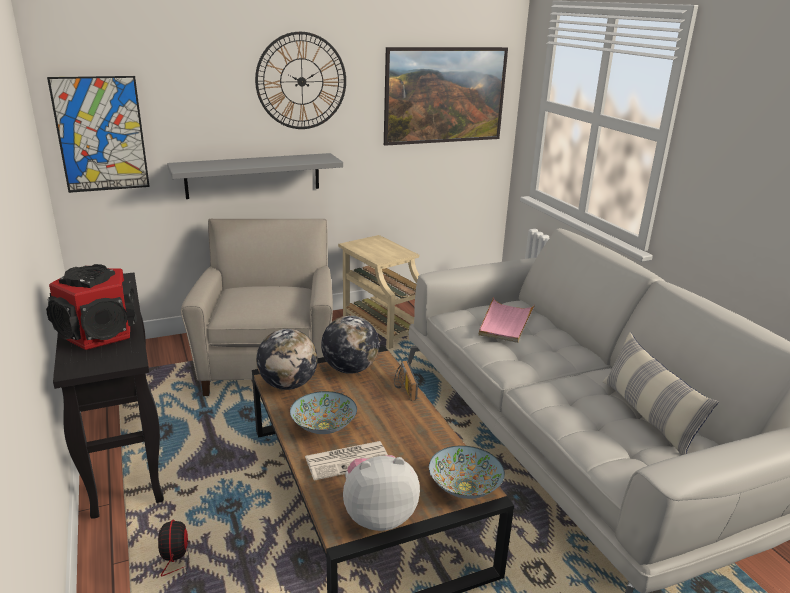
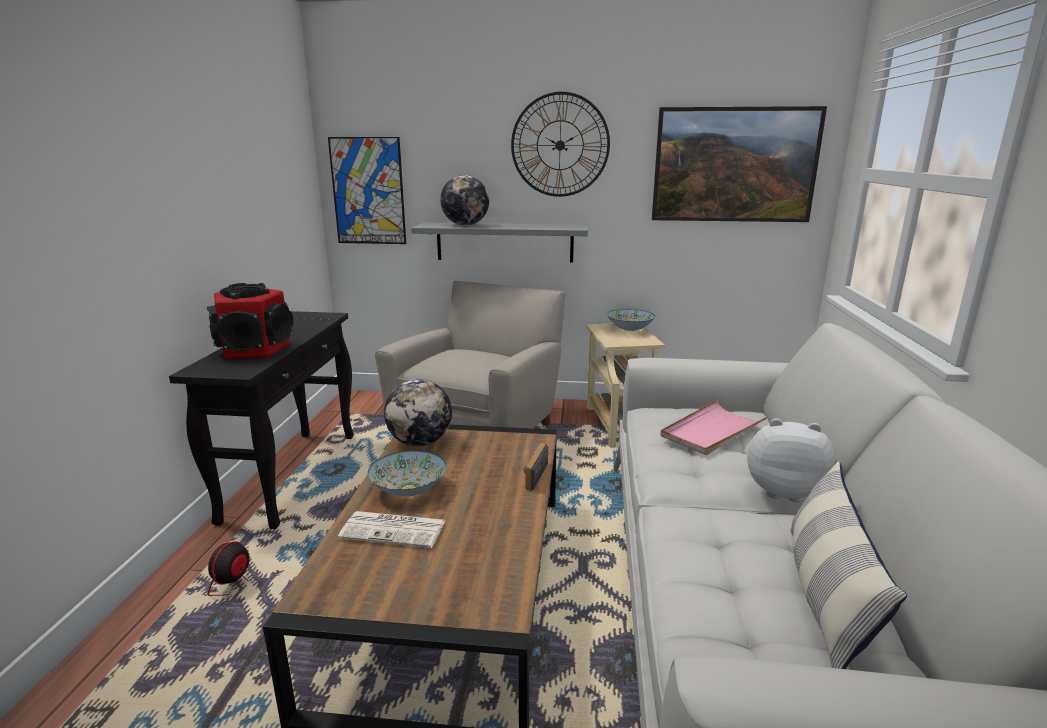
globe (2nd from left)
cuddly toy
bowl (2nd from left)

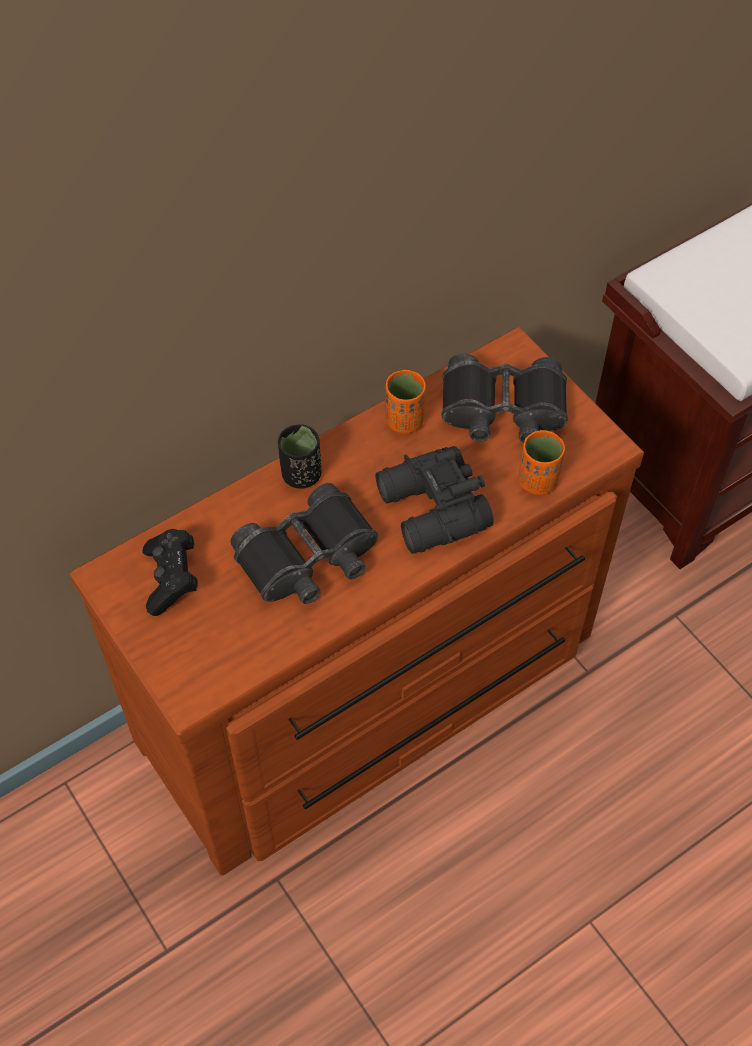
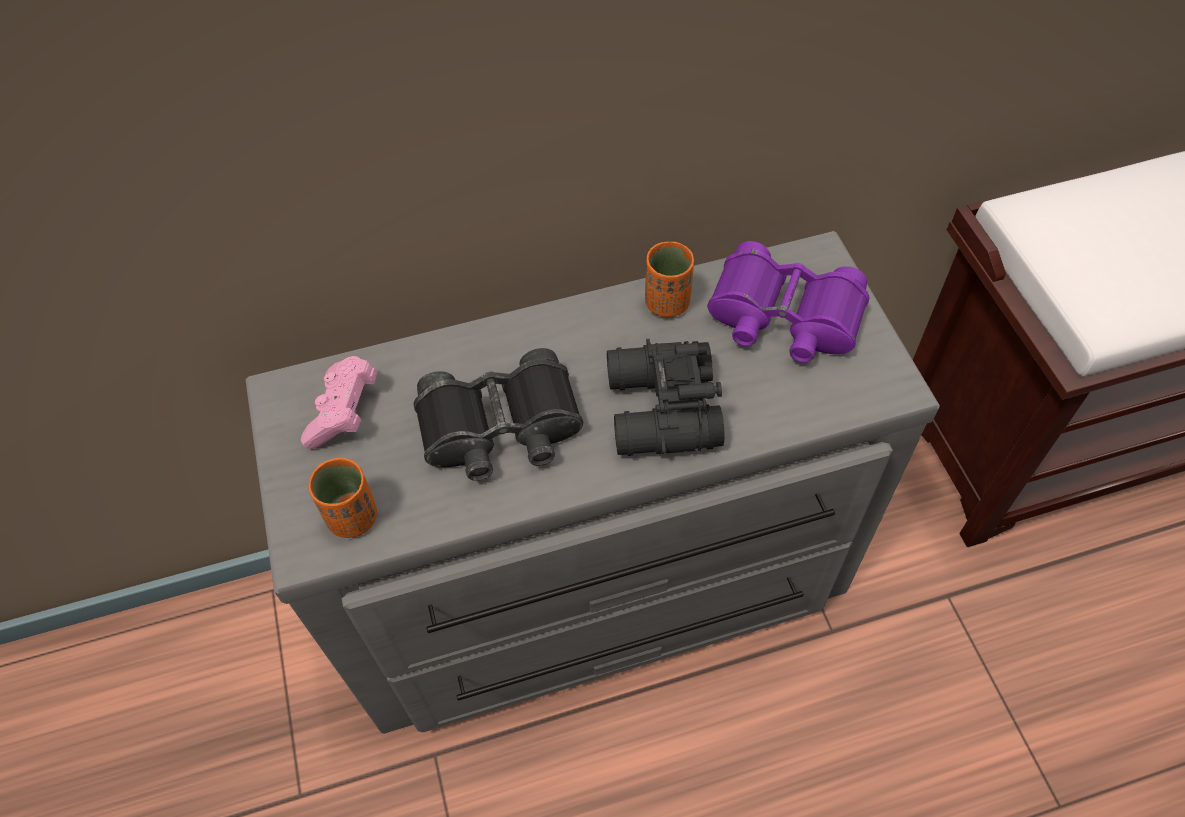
grey dresser
pink game controller
black cup
purple-coloured pair of binoculars
orangey cup (1st from left)

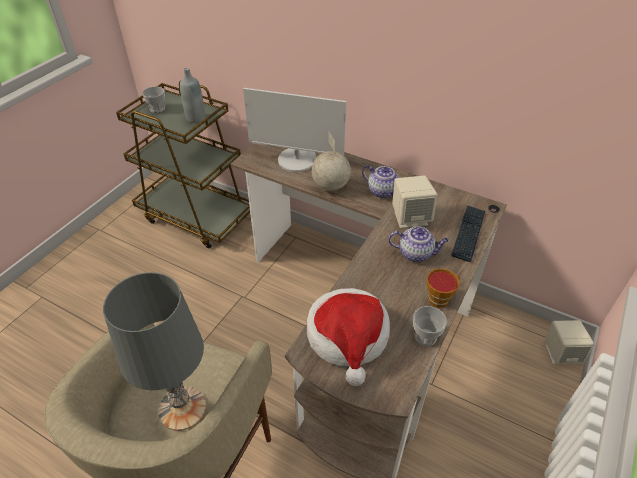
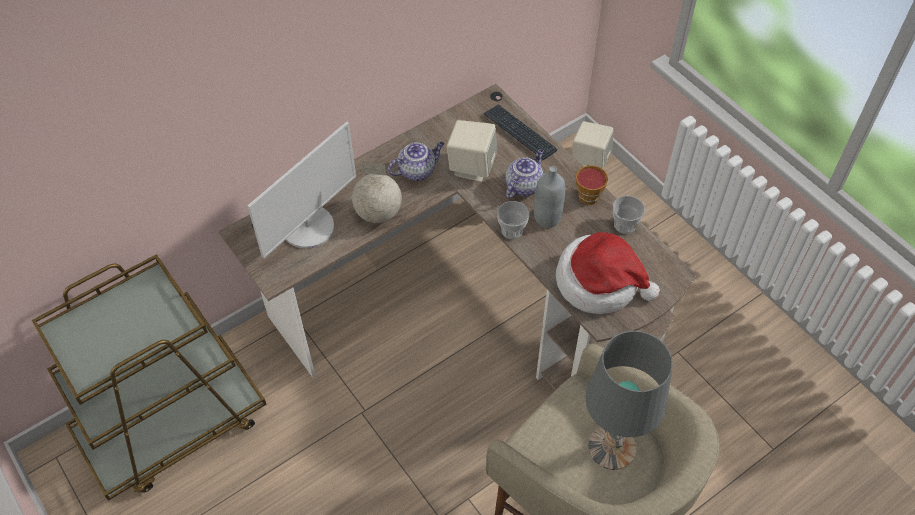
cup (1st from left)
grey beverage bottle

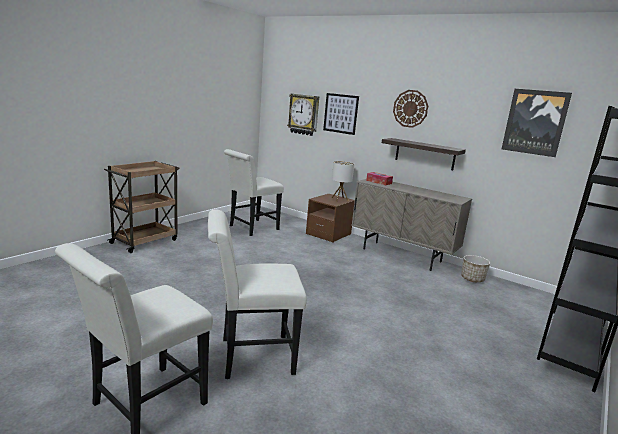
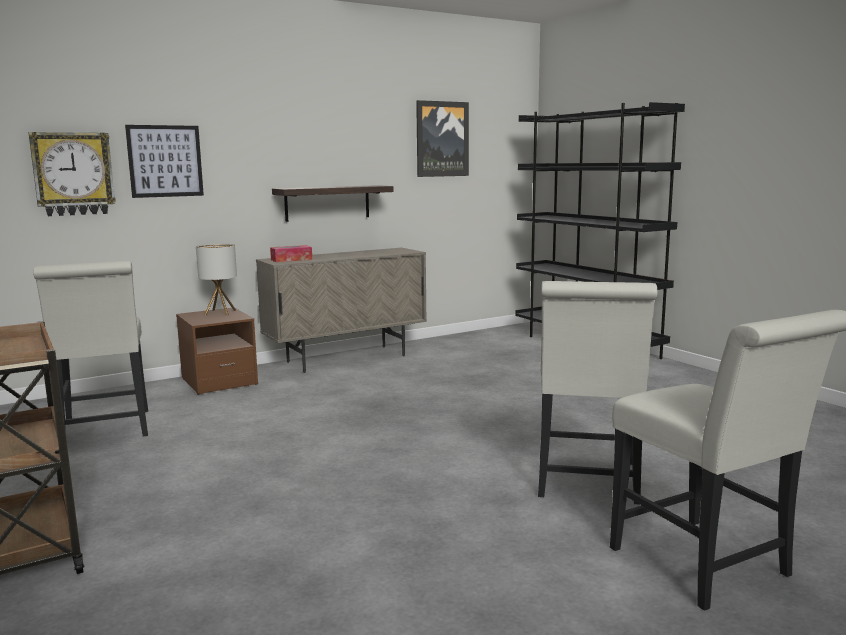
wall clock (2nd from left in the first image)
flower pot

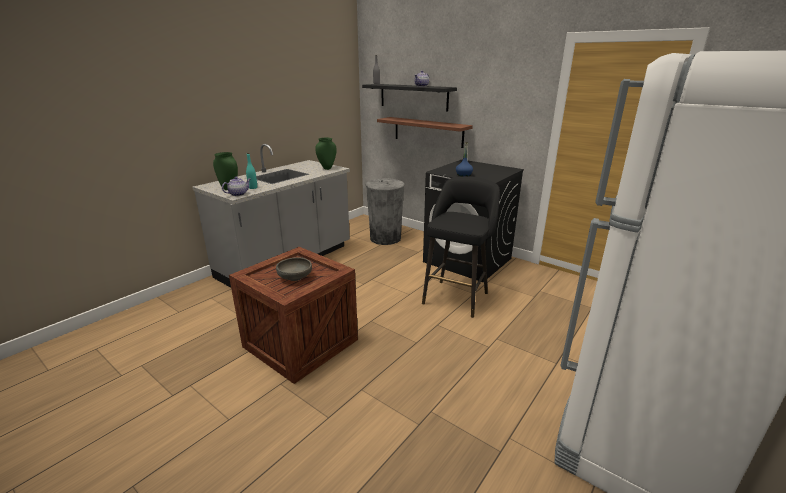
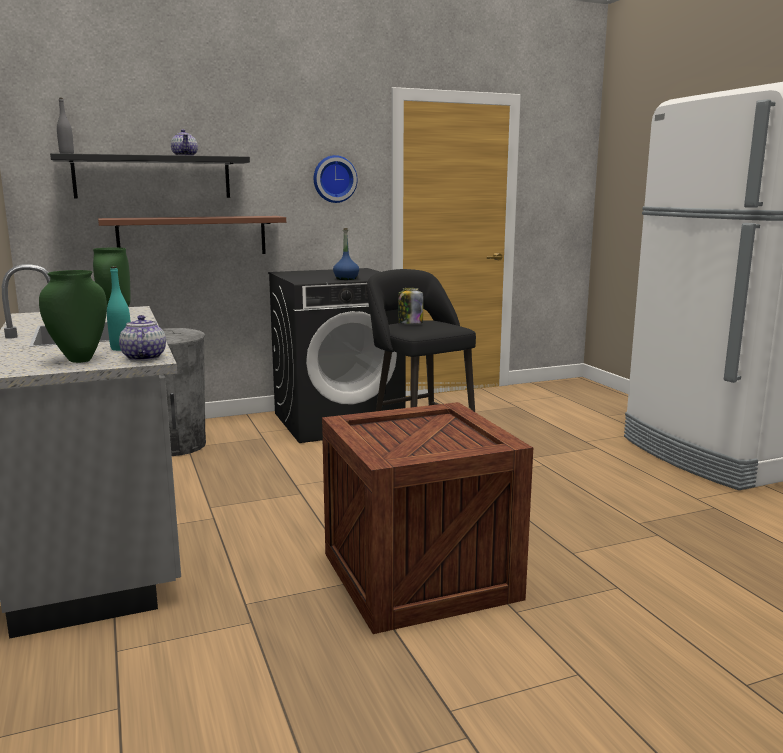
grey bowl
wall clock
storage jar

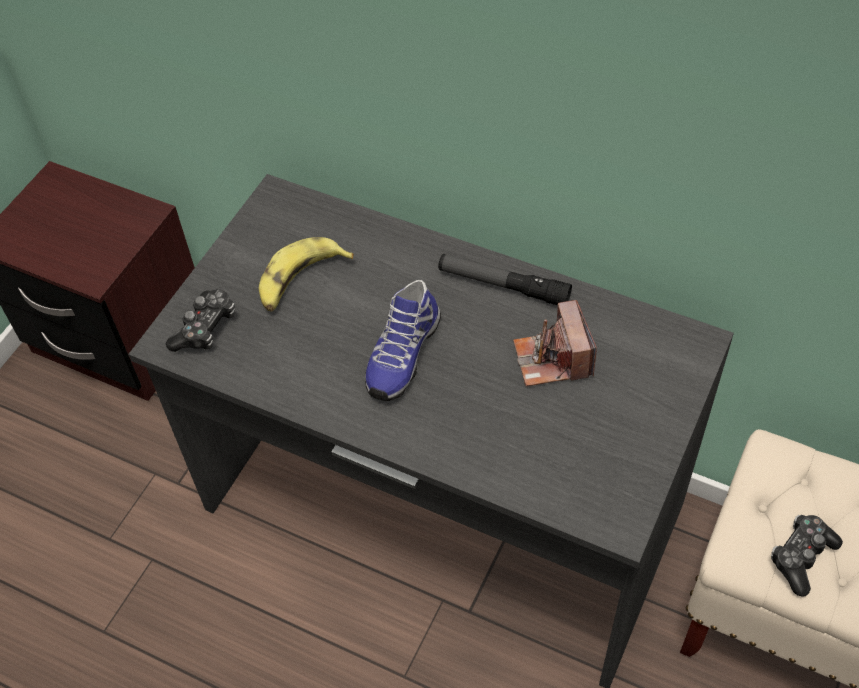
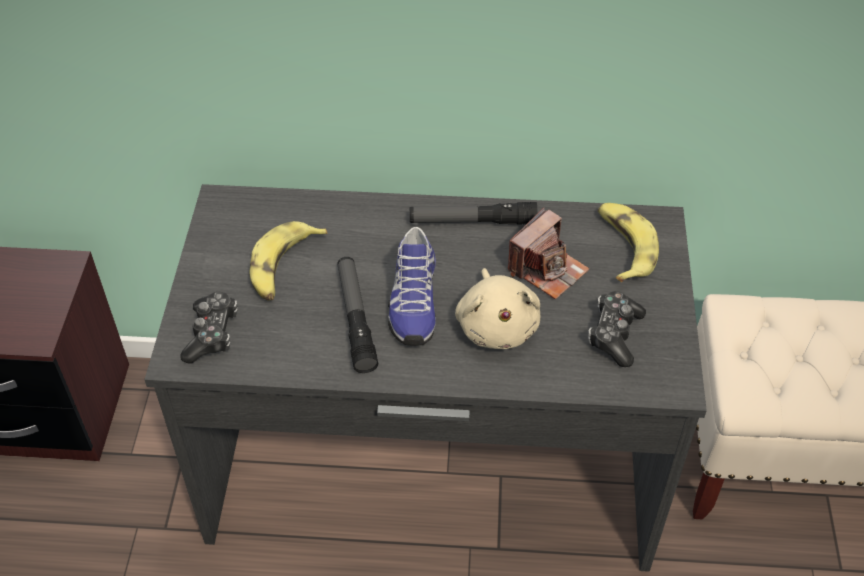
photo camera
game controller (2nd from left)
torch (1st from left)
beige-coloured cuddly toy
banana fruit (2nd from left)

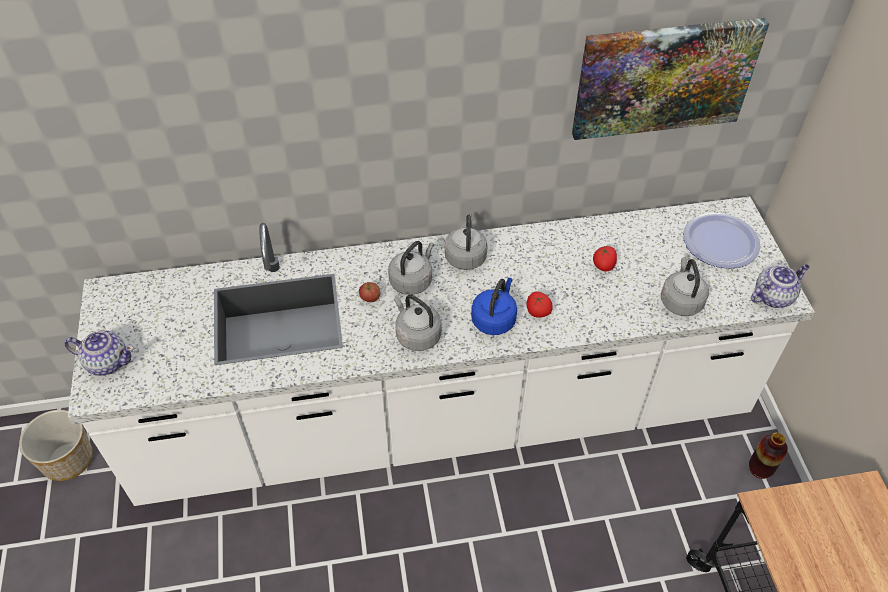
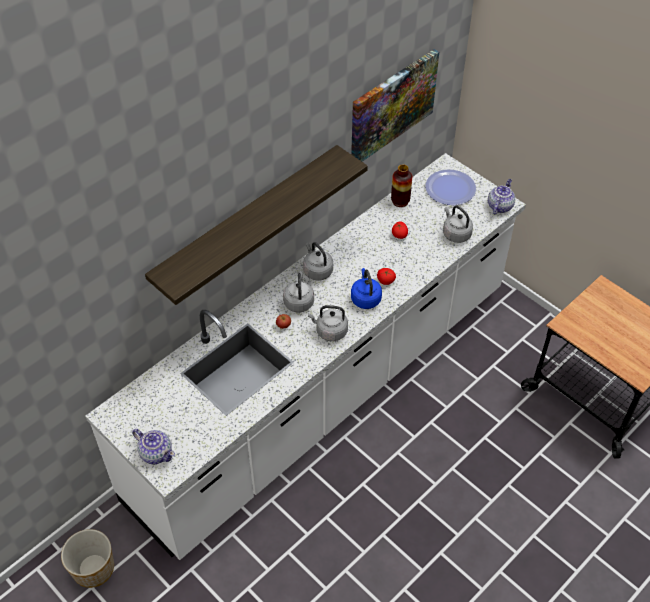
tea pot (1st from left)
vase
bracket shelf

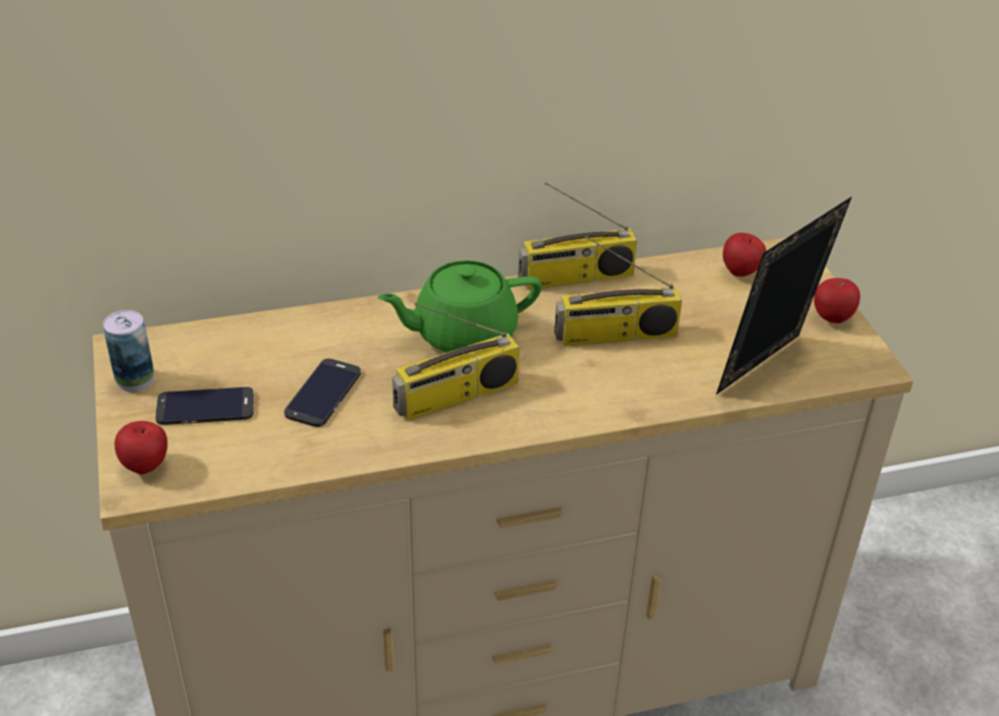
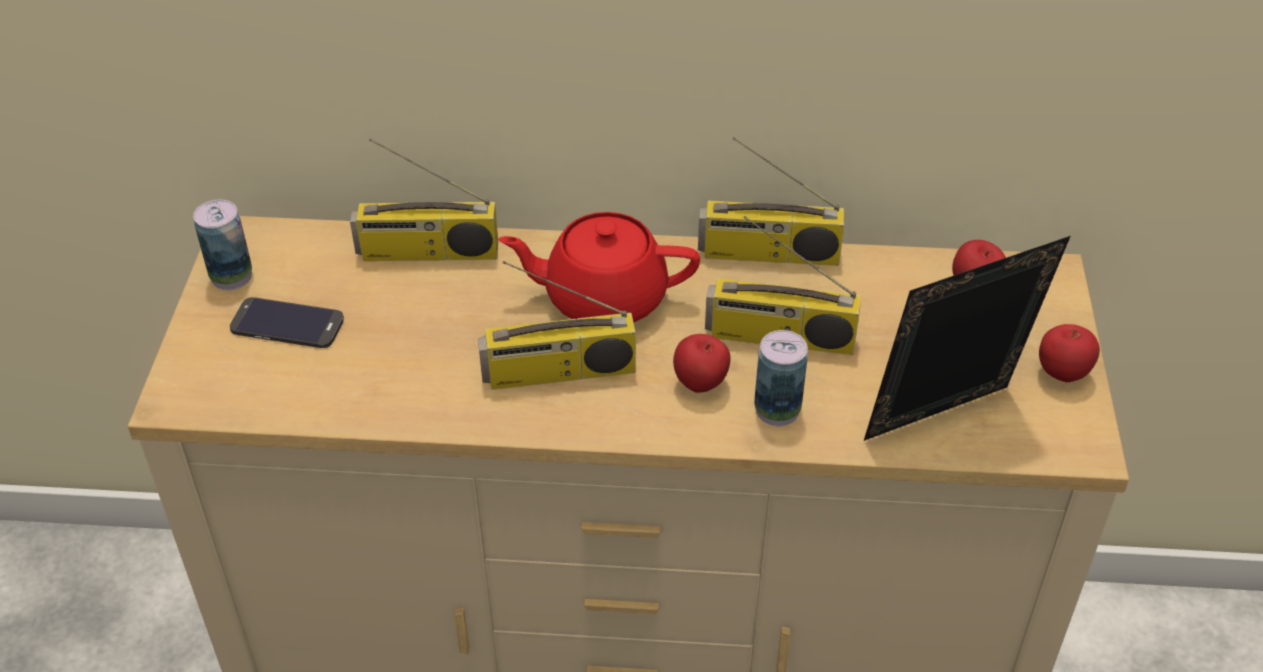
whole apple (1st from left)
handset (2nd from left in the first image)
red-coloured tea pot
radio (1st from left)
can (2nd from left)

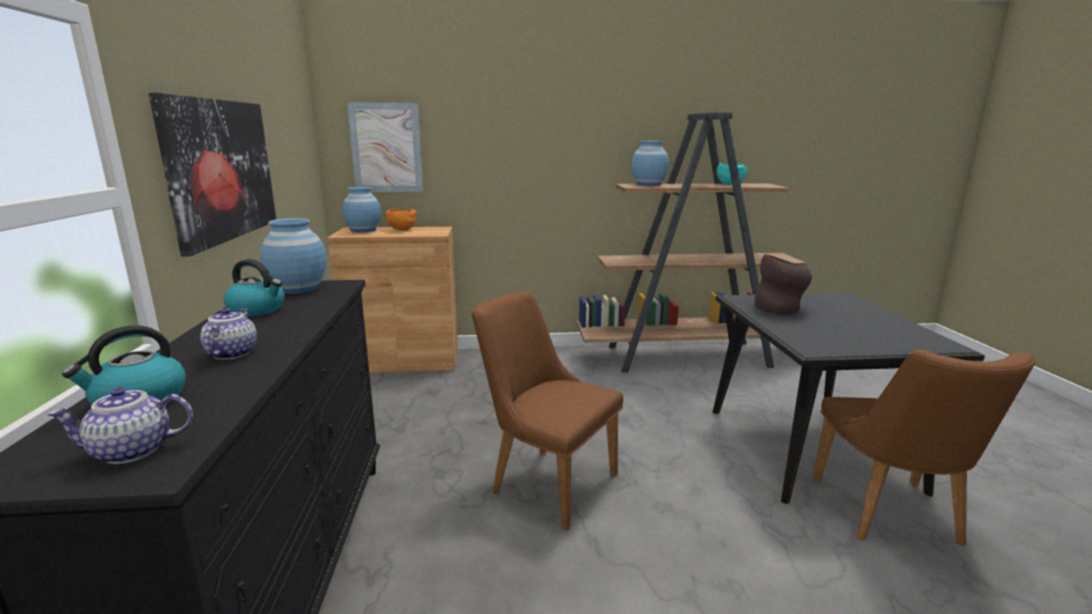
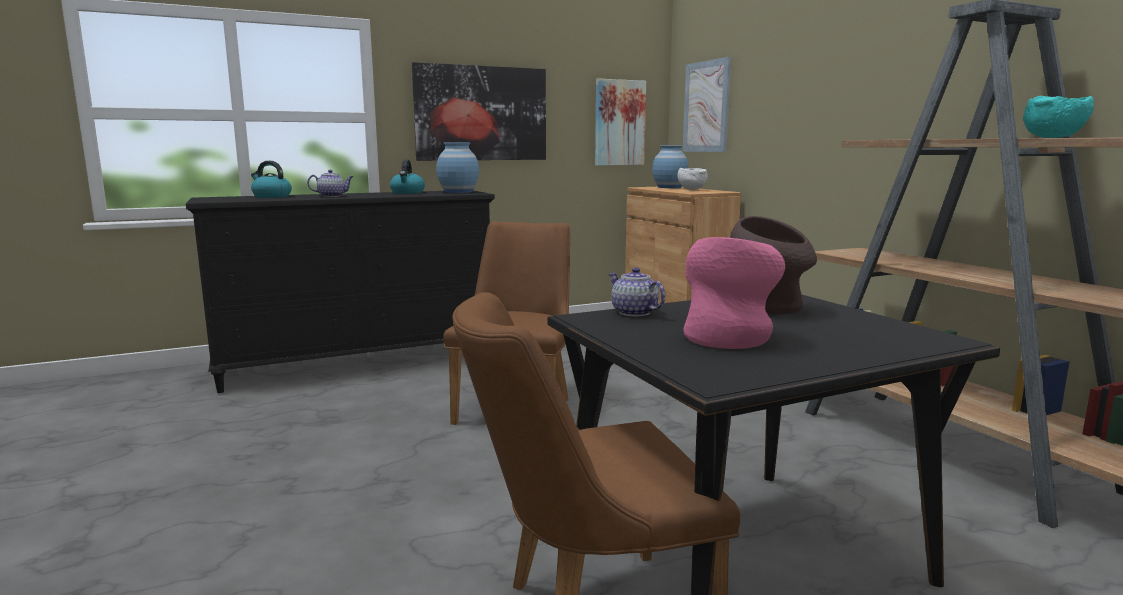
tea pot (2nd from left)
white bowl
blue vase (3rd from left in the first image)
picture (2nd from left)
pink vase

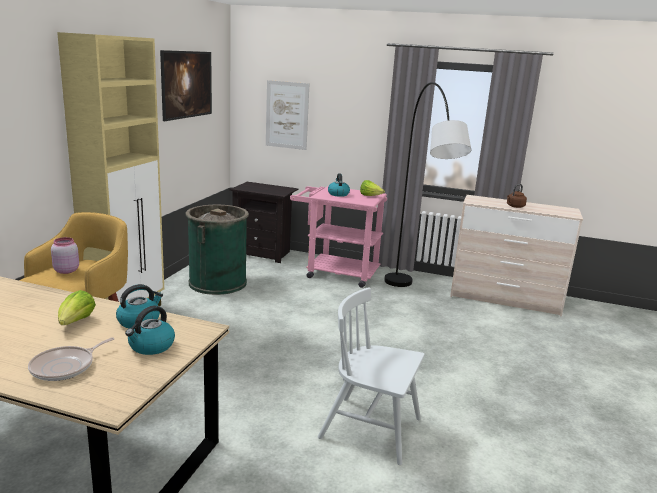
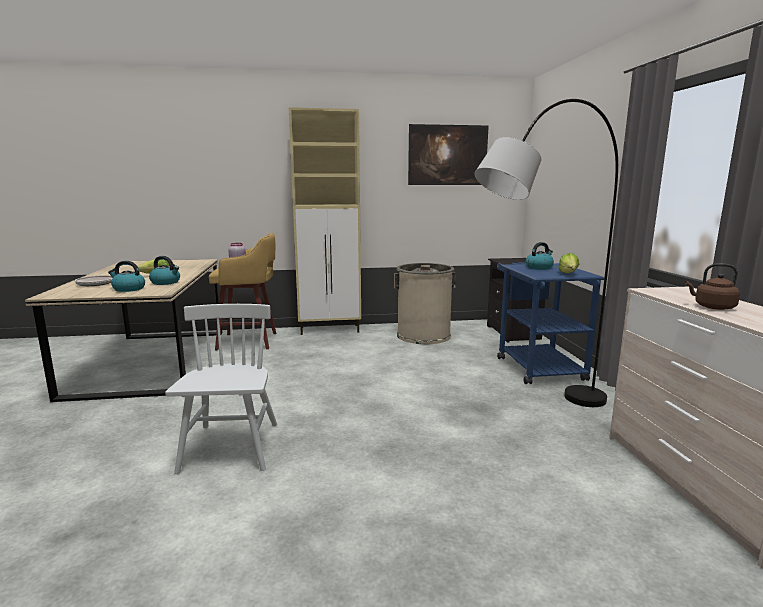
beige-coloured trash can
picture (2nd from left in the first image)
blue cart

